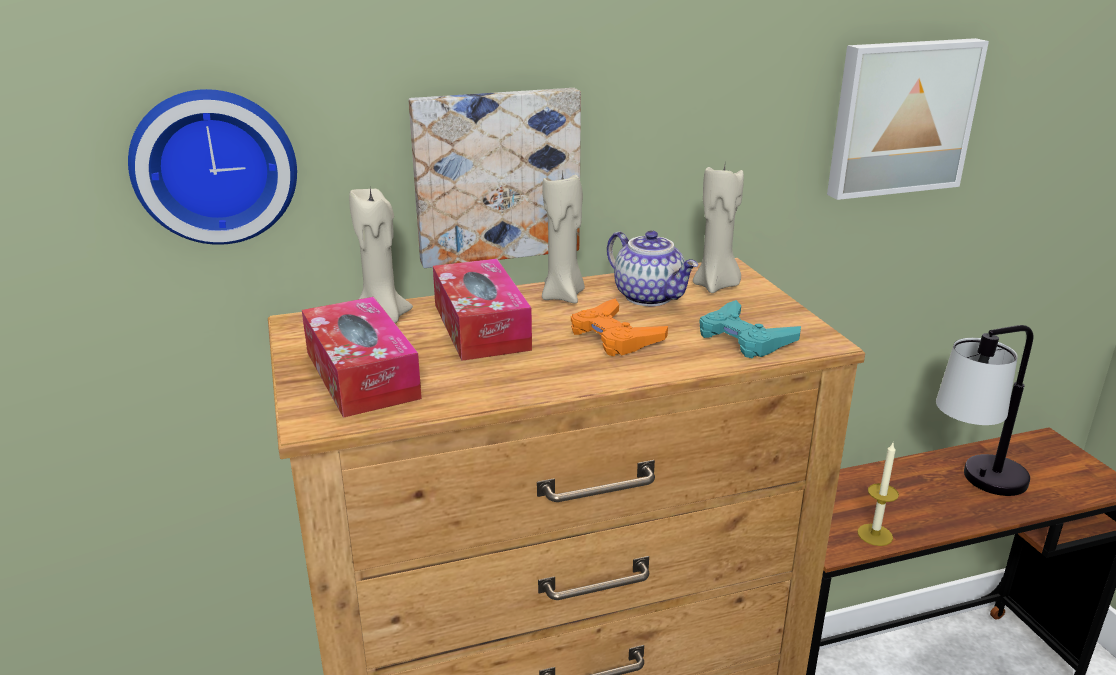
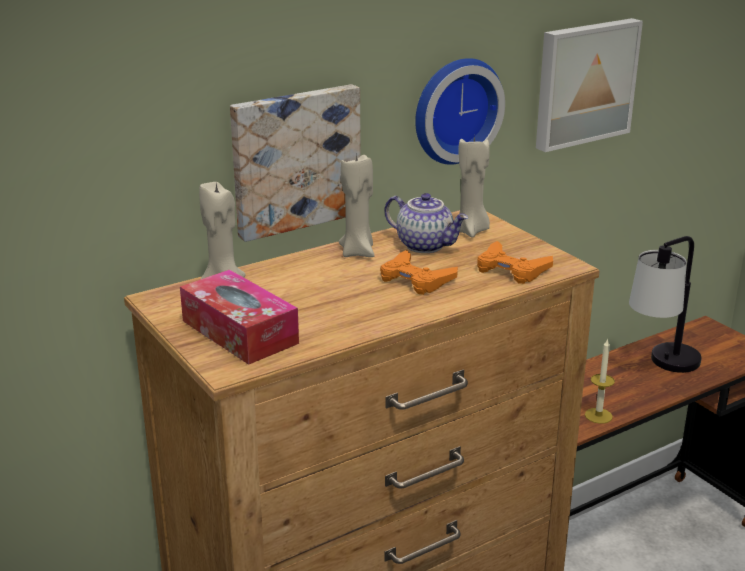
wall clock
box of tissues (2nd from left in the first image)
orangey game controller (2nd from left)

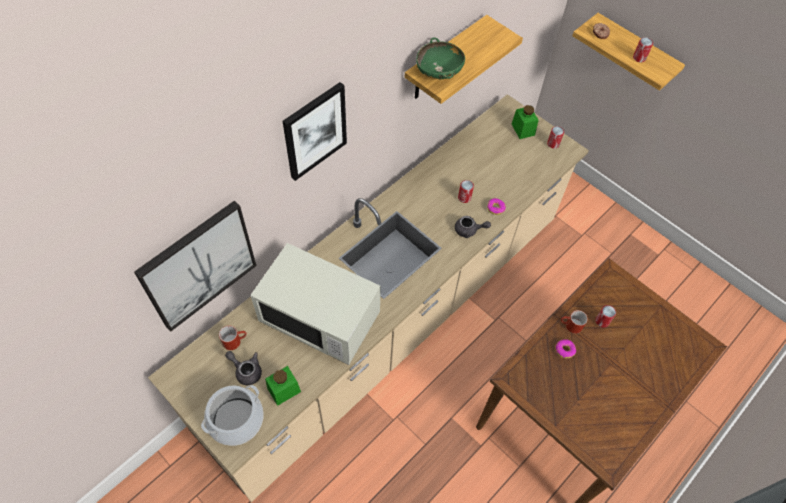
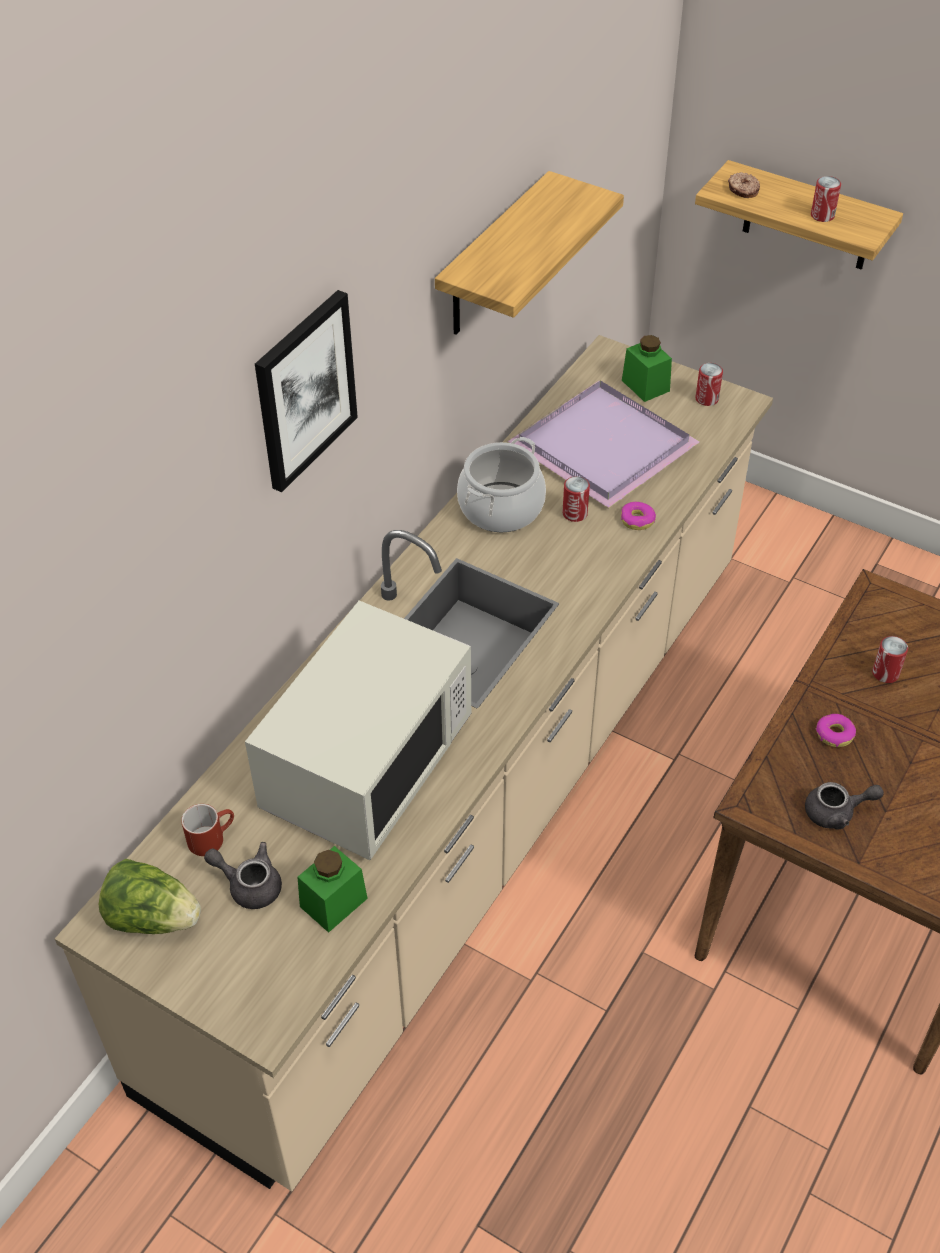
picture (1st from left in the first image)
saucepot
white microwave
greenish bowl
grey tea pot (2nd from left)
red-coloured tea mug (2nd from left in the first image)
lettuce
purple-coloured tray

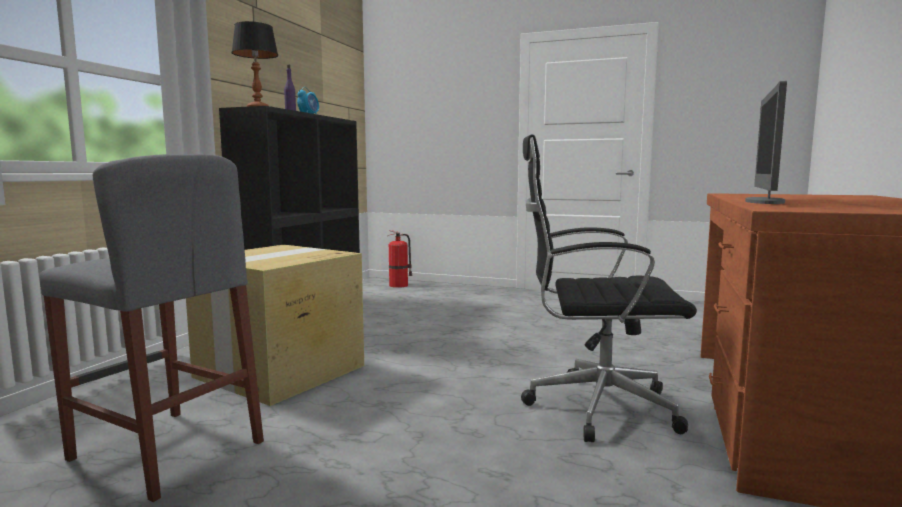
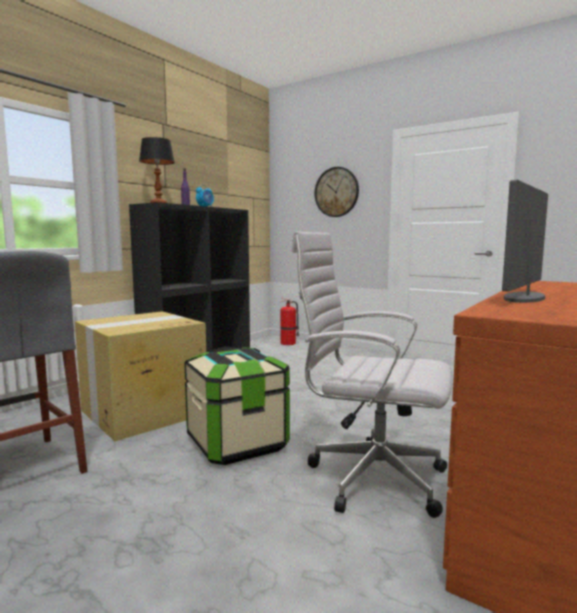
white desk chair
storage container
wall clock

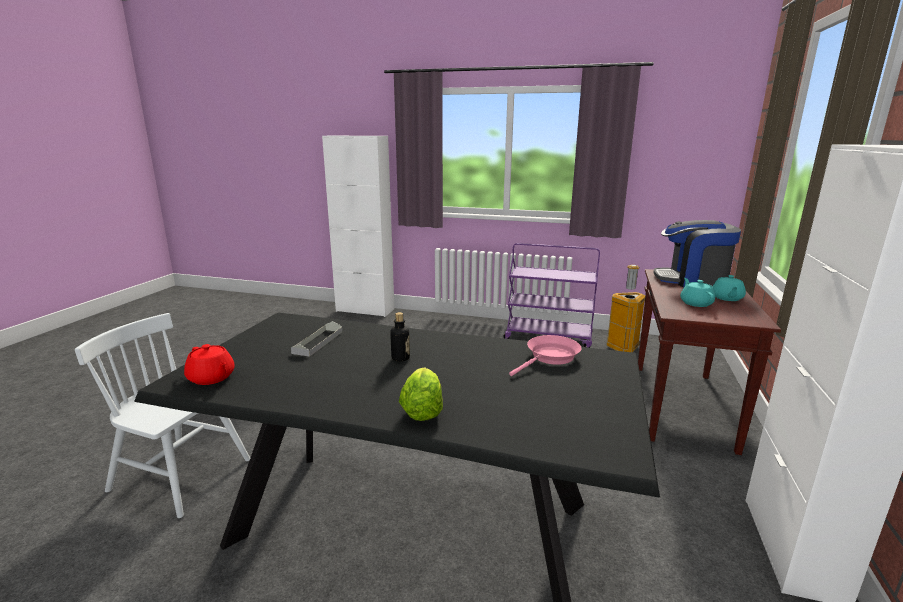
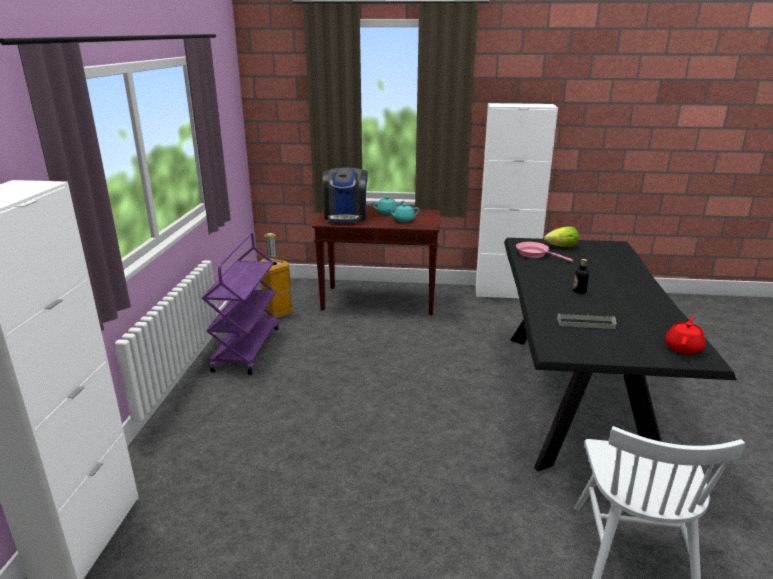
lettuce

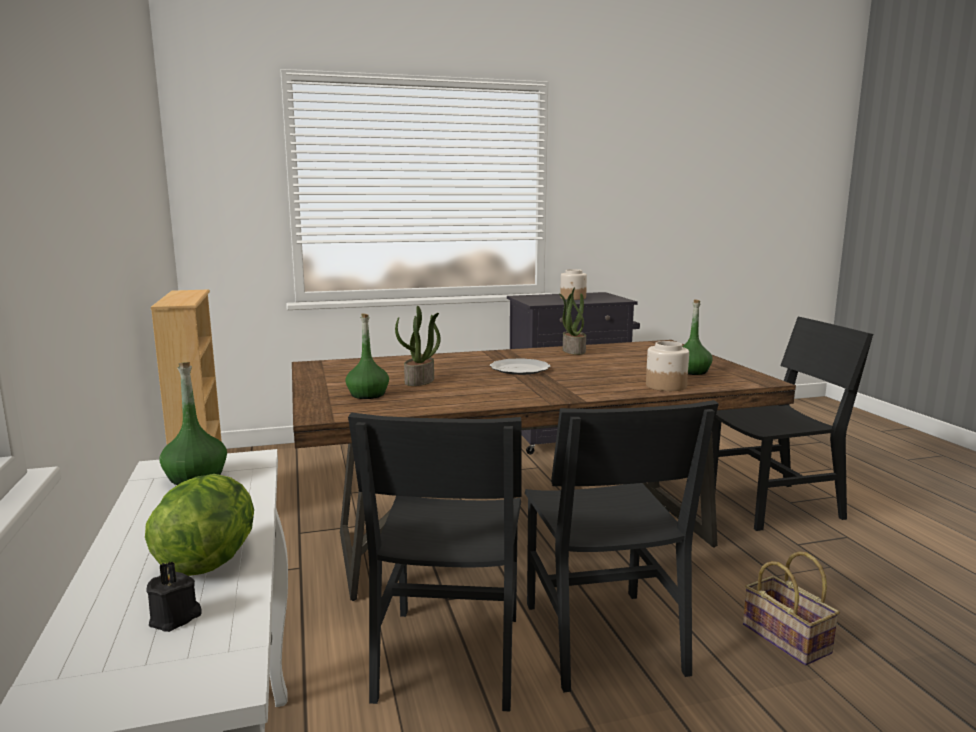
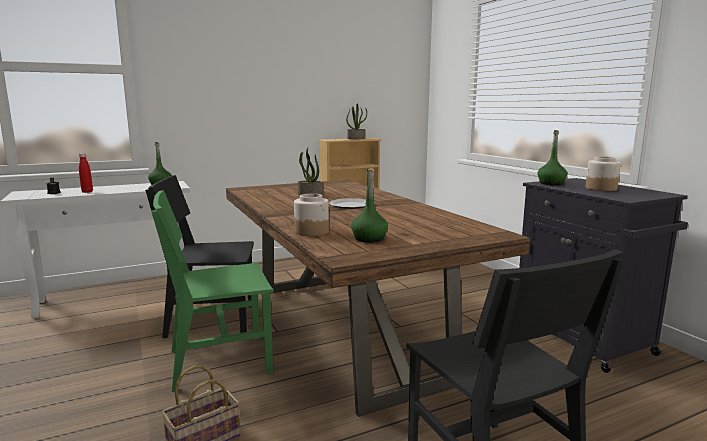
red-coloured beverage bottle
greenish beverage bottle (3rd from left)
greenish chair
plant in a pot (2nd from left)

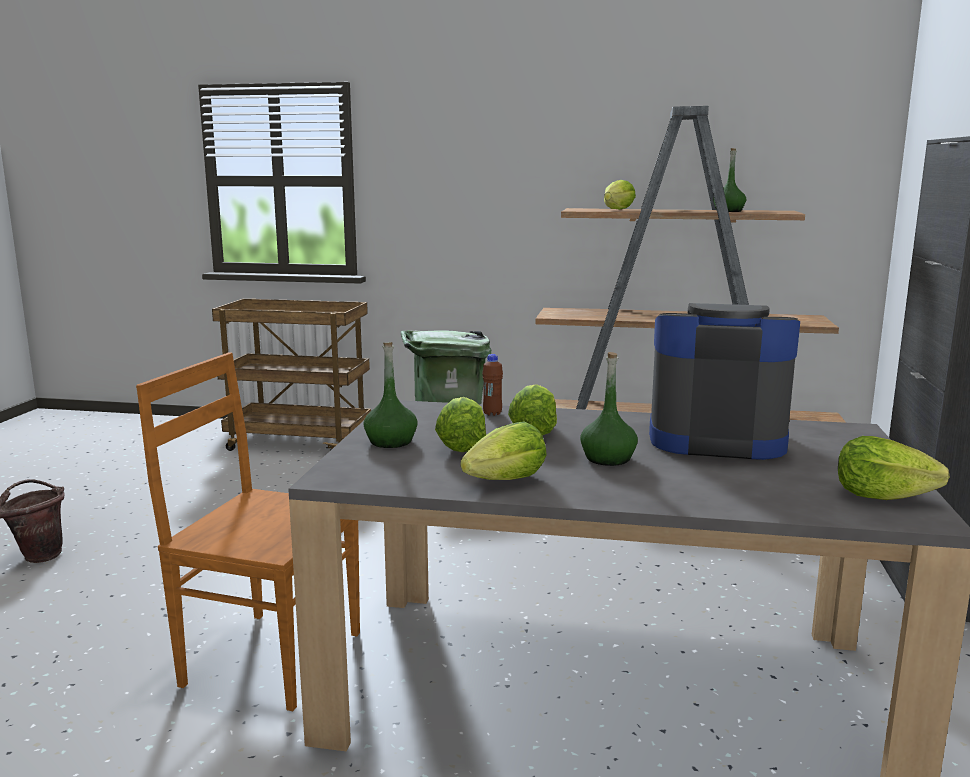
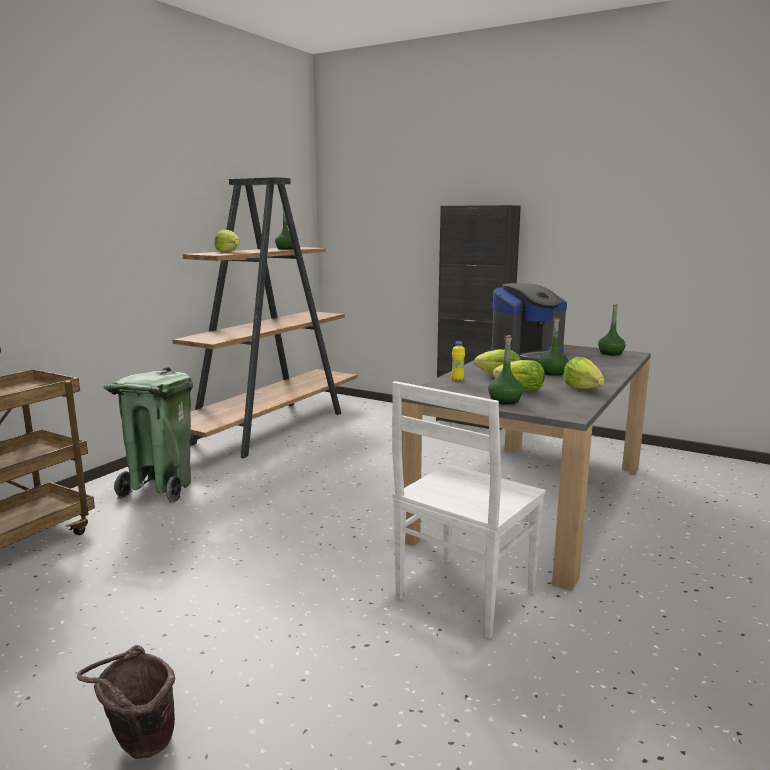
white chair
yellow beverage bottle
coffee maker
greenish beverage bottle (4th from left)

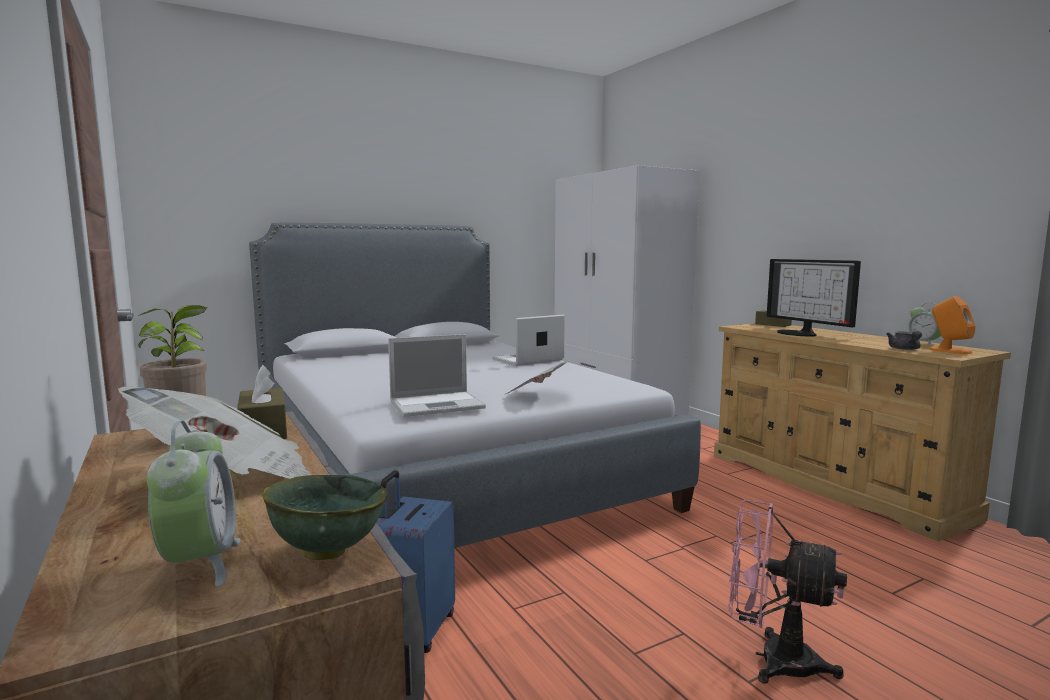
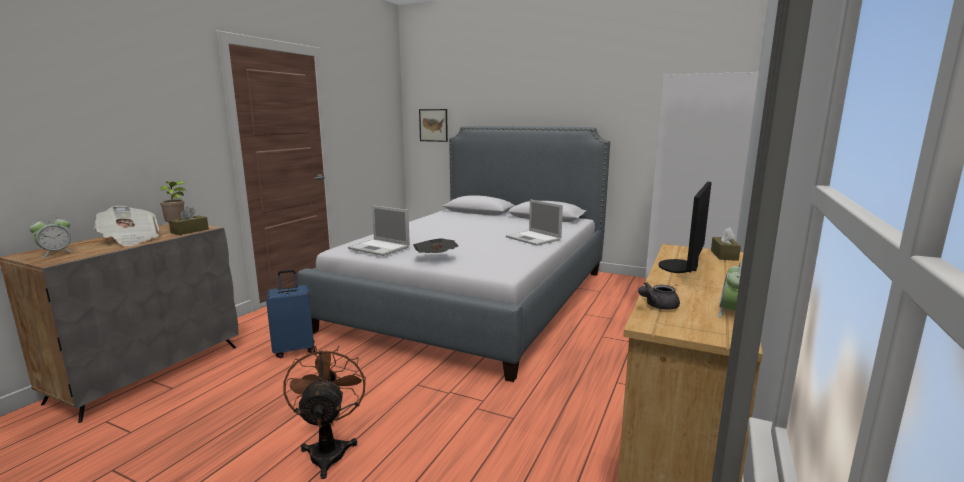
greenish bowl
laptop (2nd from left)
brownish cooling fan
orangey audio speaker
picture

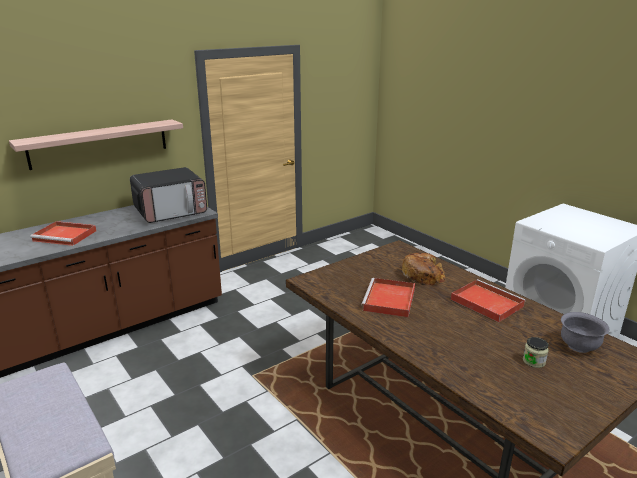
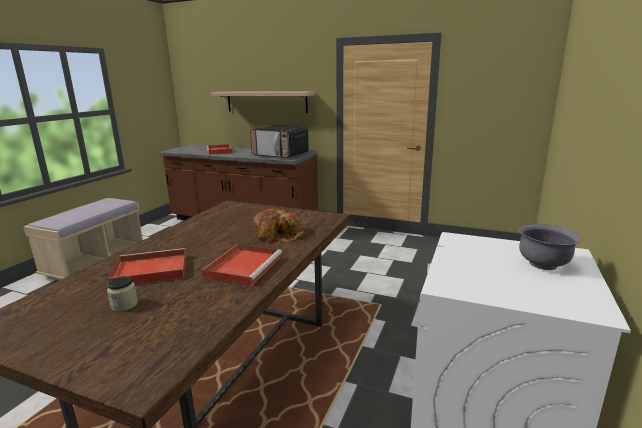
red-coloured tray (1st from left)
grey bowl

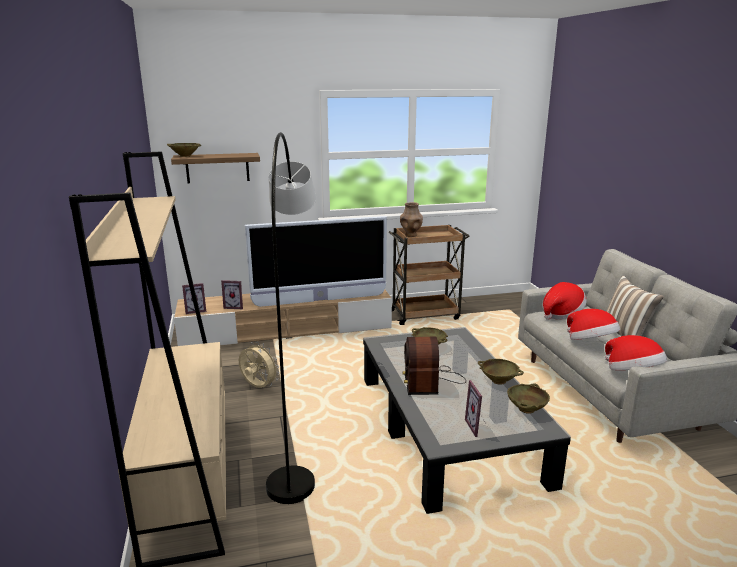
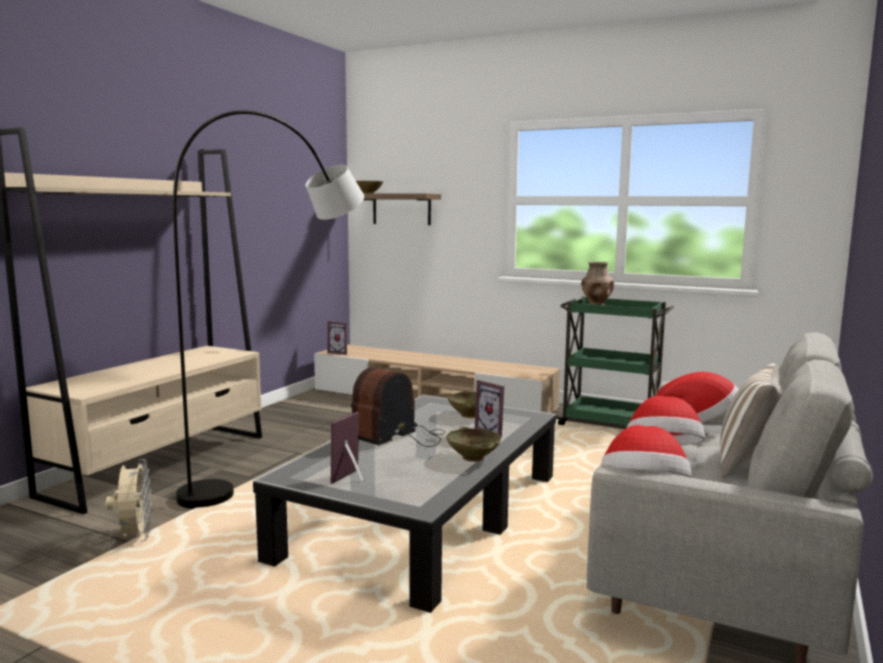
photo frame (3rd from left)
beige-coloured cooling fan
TV
greenish cart
beige-coloured bowl (4th from left in the first image)

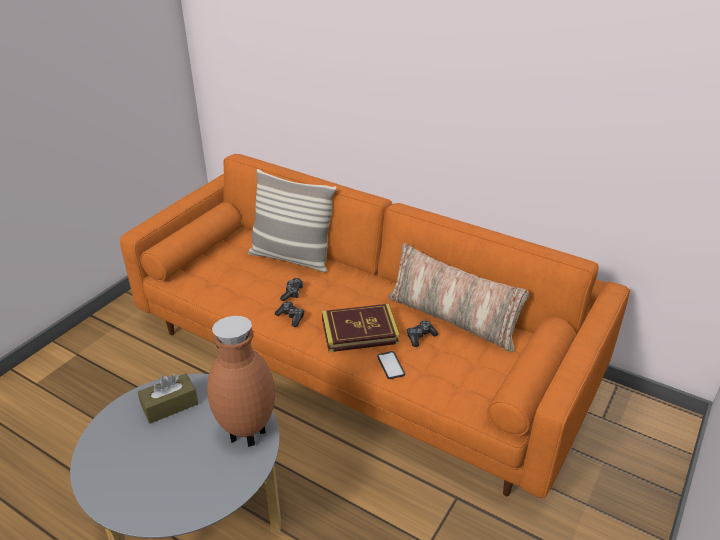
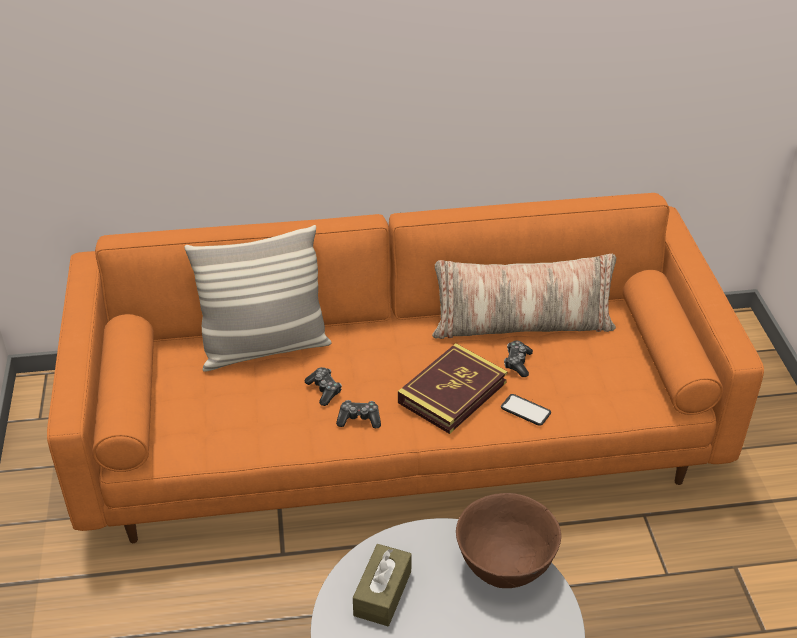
brownish bowl

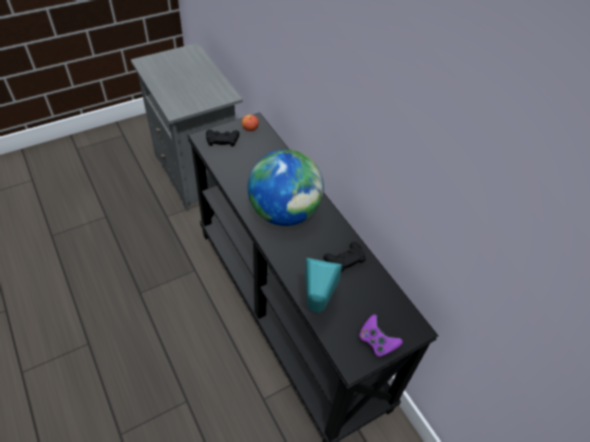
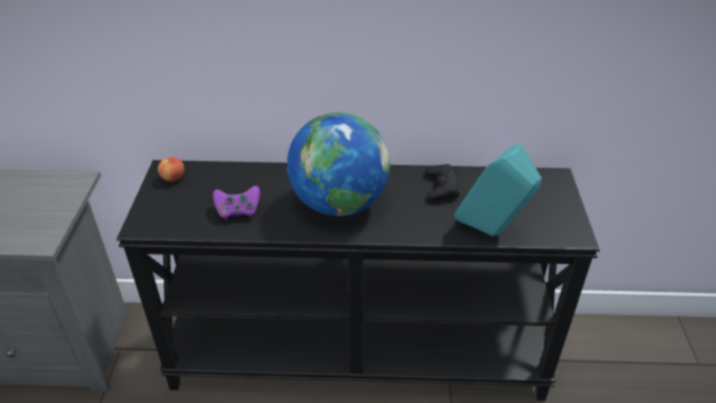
black game controller (1st from left in the first image)
purple-coloured game controller

